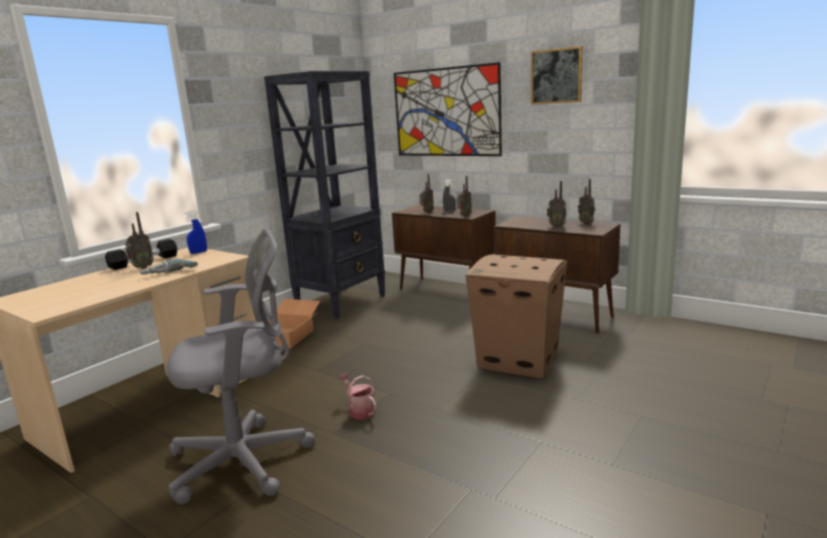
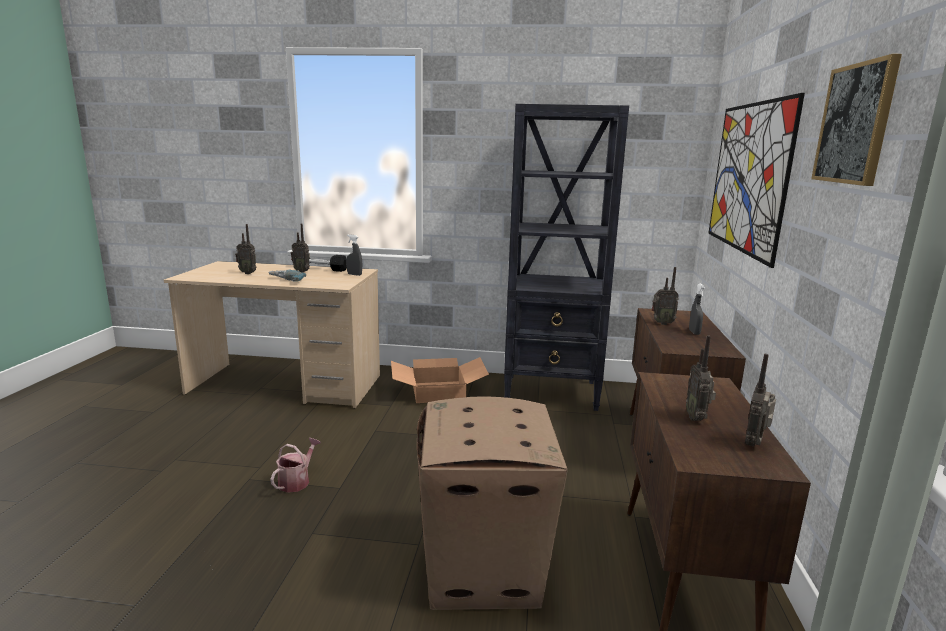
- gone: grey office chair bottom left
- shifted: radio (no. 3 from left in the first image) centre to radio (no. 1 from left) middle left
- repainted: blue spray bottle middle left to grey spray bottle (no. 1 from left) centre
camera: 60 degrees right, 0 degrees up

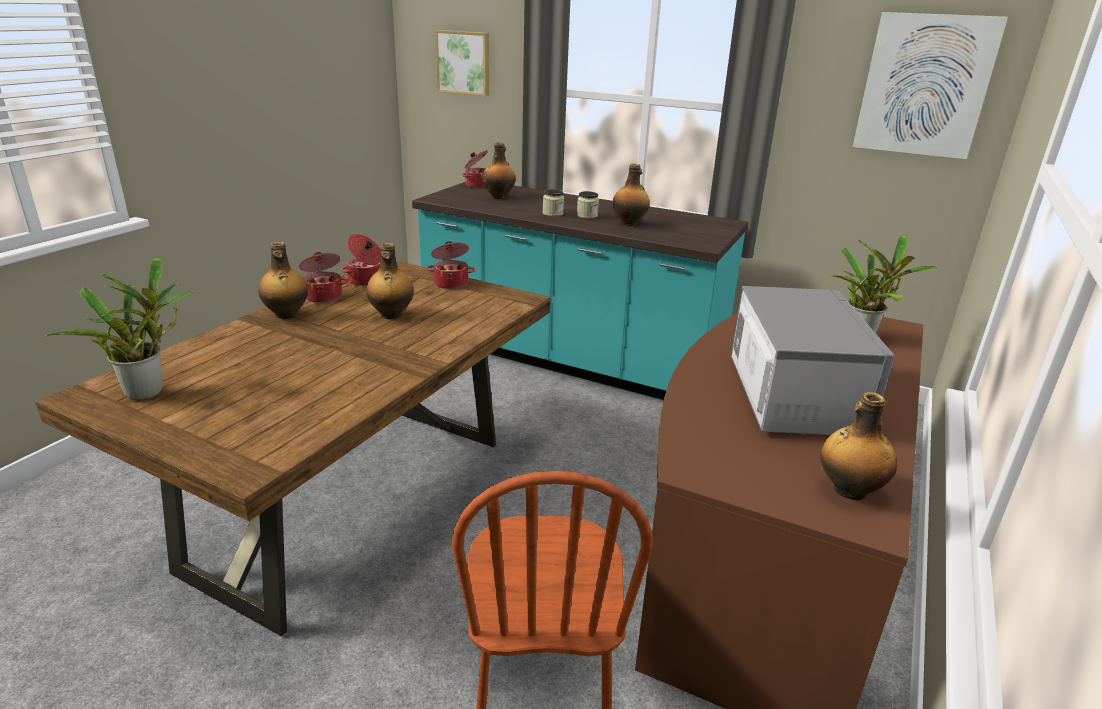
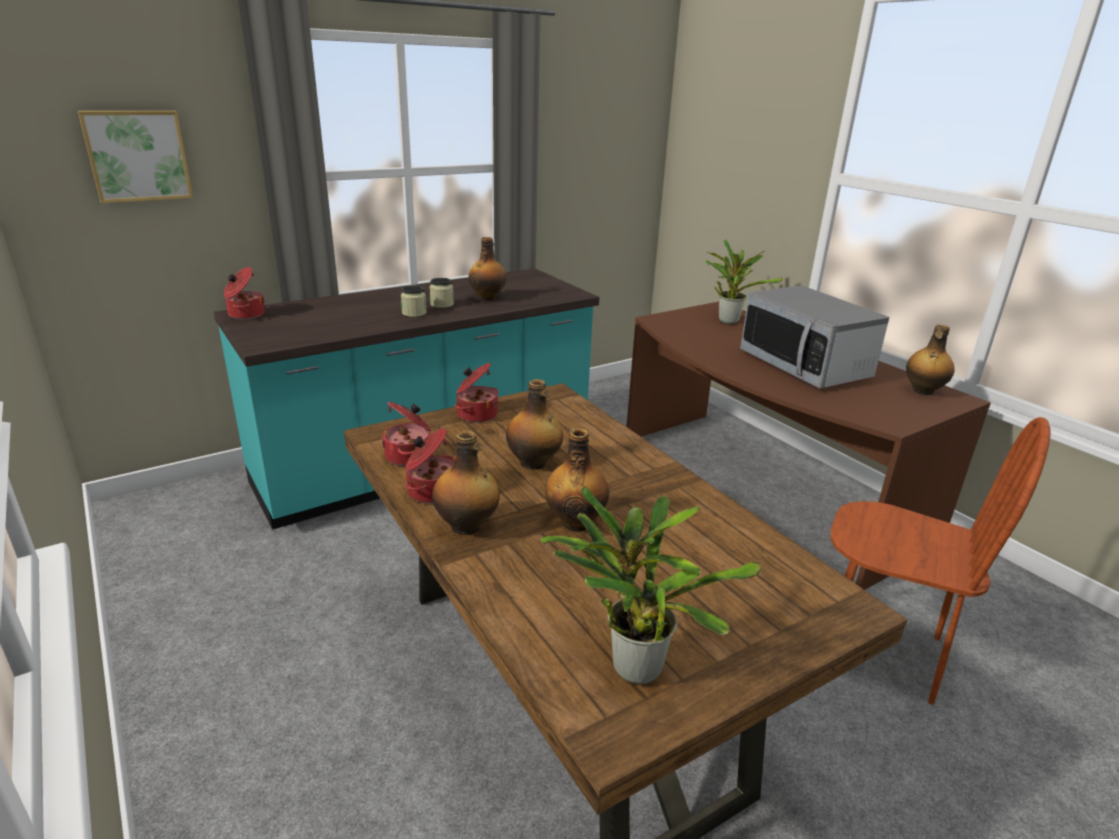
- gone: picture (no. 2 from left) top right
- shifted: bottle (no. 3 from left in the first image) top centre to bottle (no. 4 from left) centre
- rotated: microwave middle right = middle right 150 degrees counterclockwise
camera: 60 degrees left, 0 degrees up

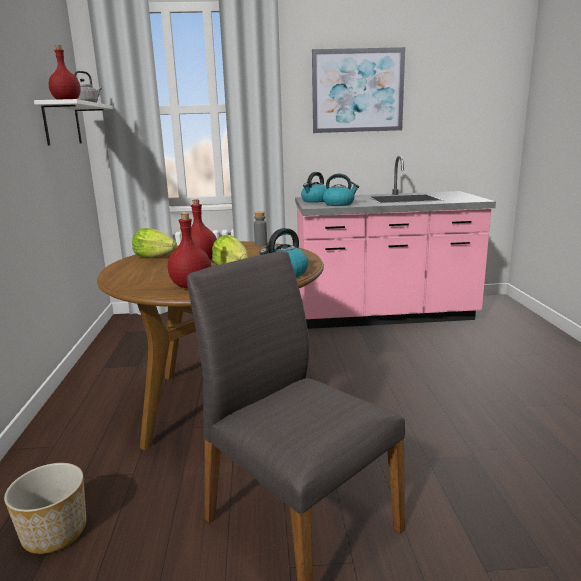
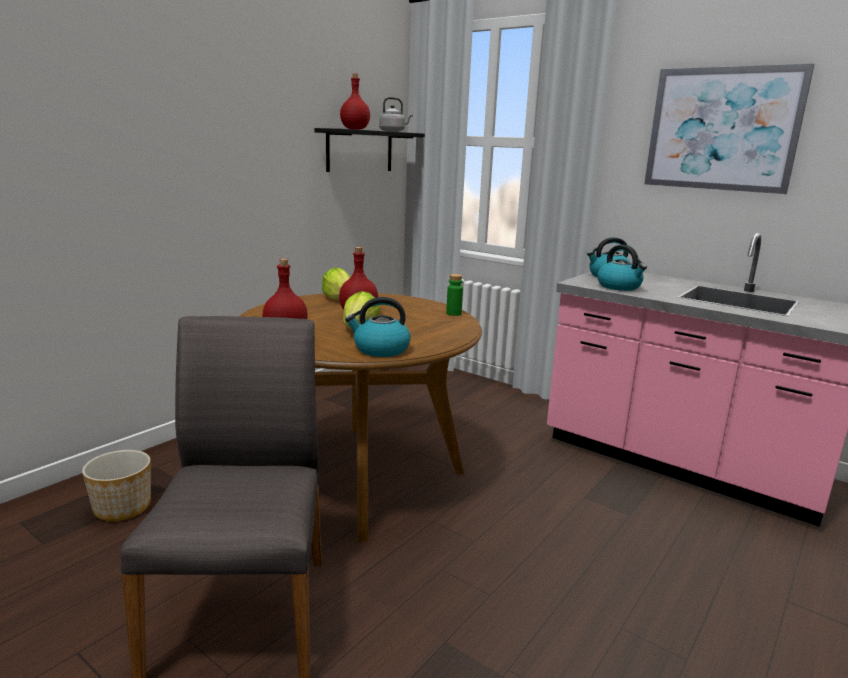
- repainted: white shelf top left to black shelf top centre
- repainted: grey bottle centre to green bottle centre
camera: 40 degrees right, 0 degrees up

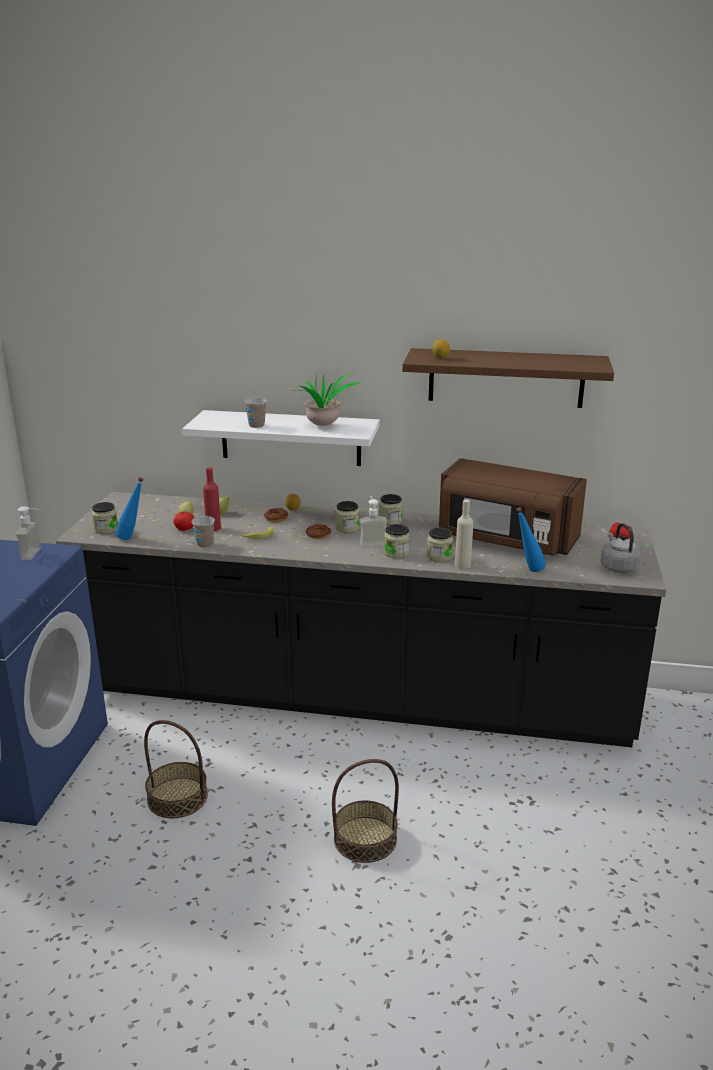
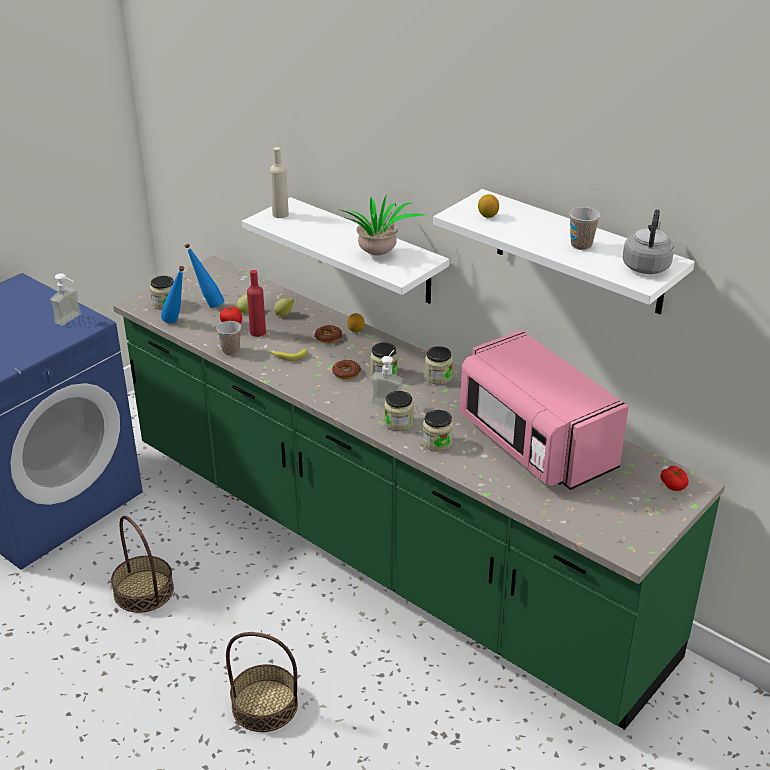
- shifted: cup (no. 2 from left) centre to top right
- shifted: beige bottle centre to top centre
- shifted: blue bottle (no. 2 from left) middle right to middle left
- shifted: grey kettle middle right to top right
- repainted: black counter centre to green counter centre
- repainted: brown shelf middle right to white shelf (no. 2 from left) top right
- repainted: brown microwave middle right to pink microwave middle right
camera: 30 degrees right, 10 degrees up

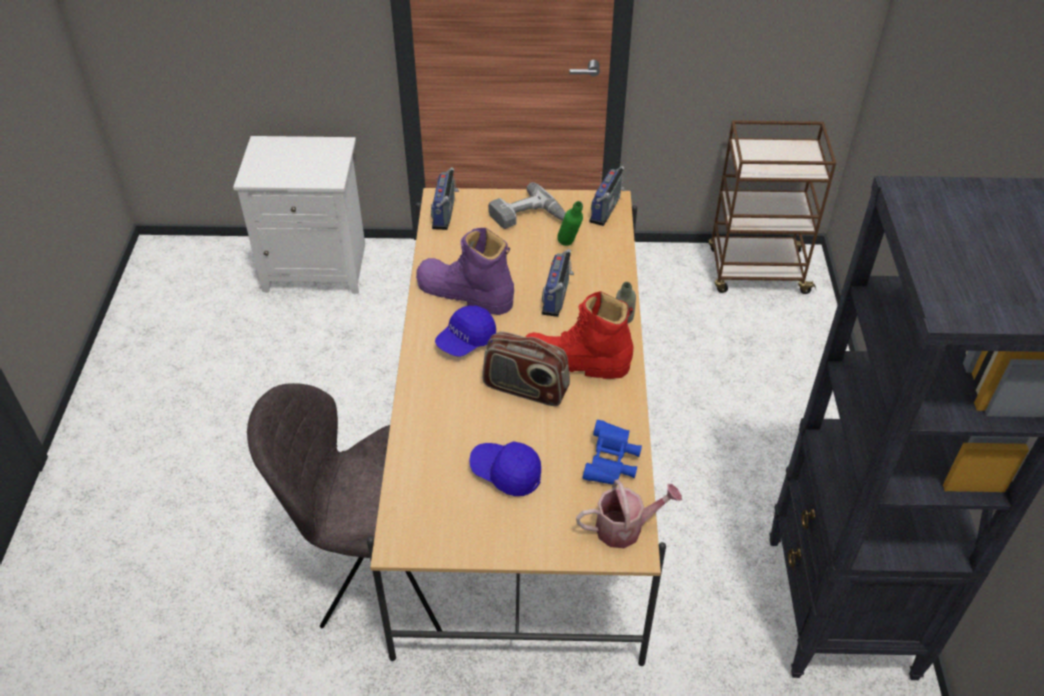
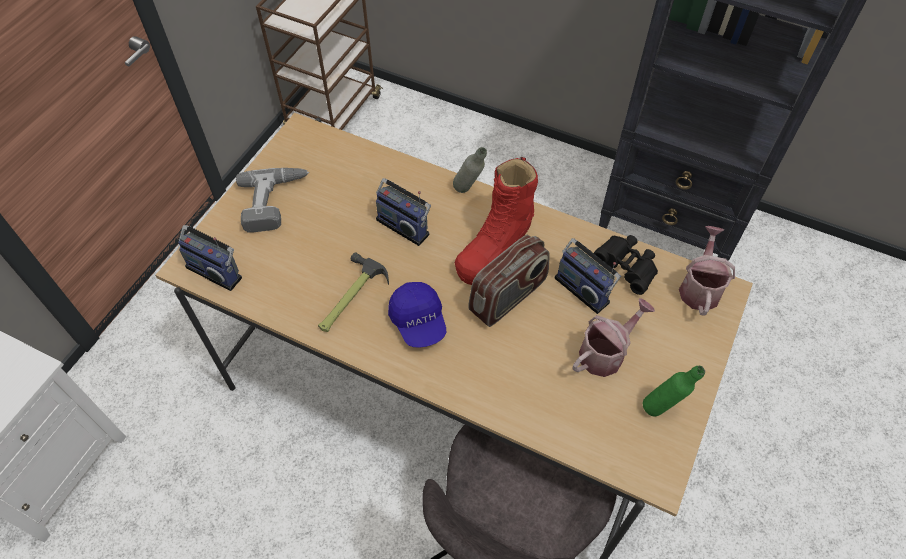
- shifted: green bottle top centre to bottom right
- shifted: radio (no. 4 from left) top centre to centre
- swapped: purple boot centre to hammer centre
- swapped: blue cap (no. 2 from left) bottom centre to watering can (no. 1 from left) middle right
- repainted: blue binoculars centre to black binoculars middle right
camera: 65 degrees left, 10 degrees up

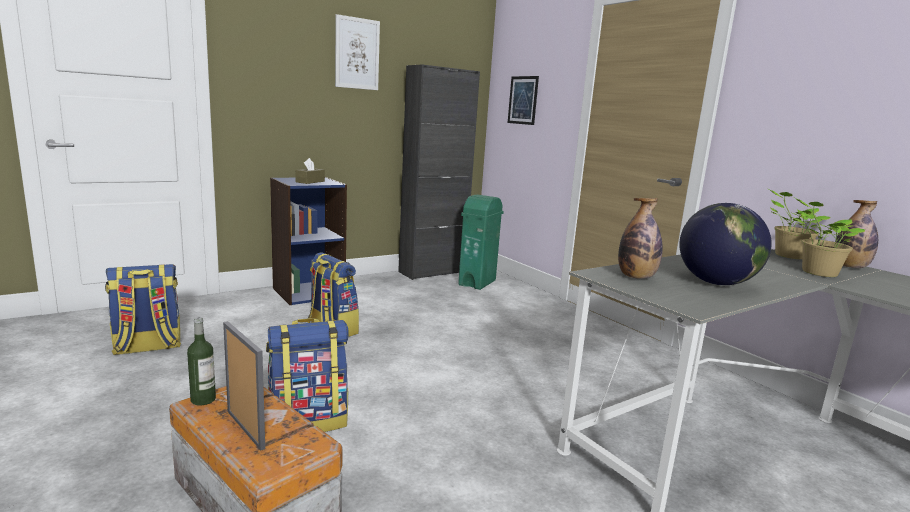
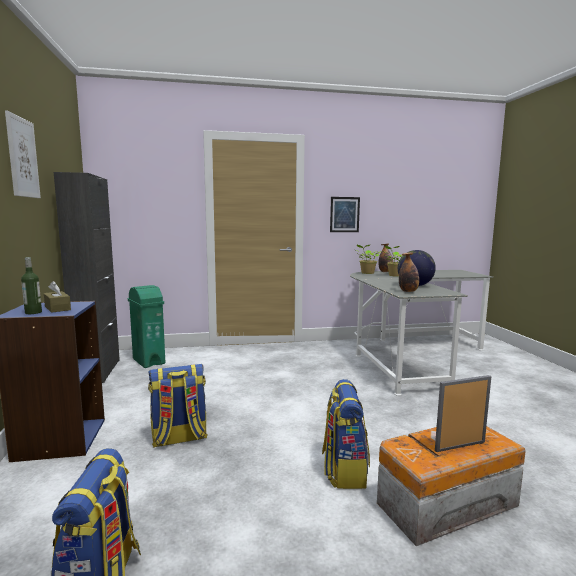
- shifted: bottle (no. 1 from left) bottom left to middle left
- shifted: picture (no. 2 from left) top centre to centre
camera: 65 degrees left, 5 degrees down

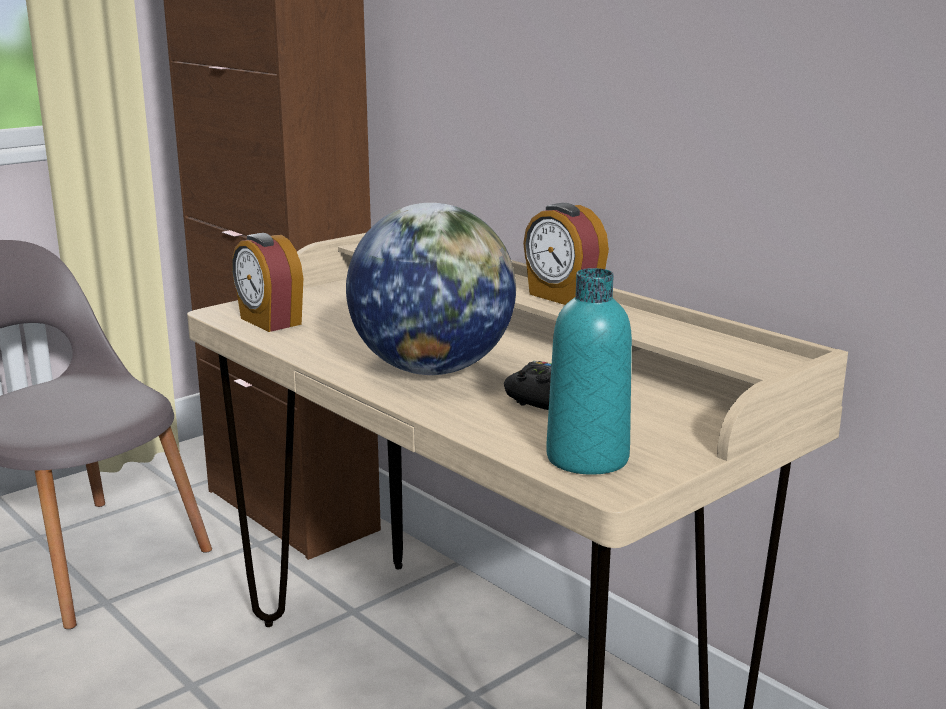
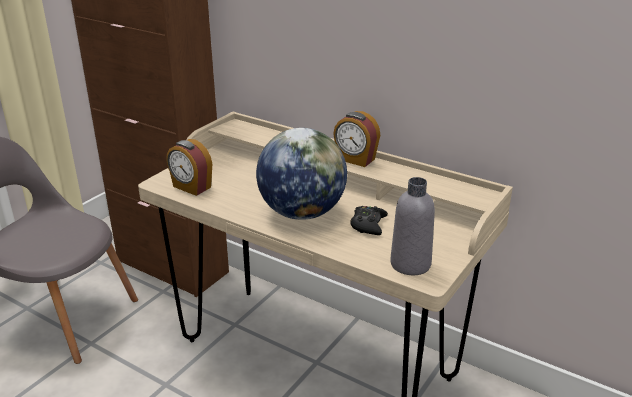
- repainted: turquoise bottle centre to grey bottle centre
camera: 15 degrees left, 10 degrees up

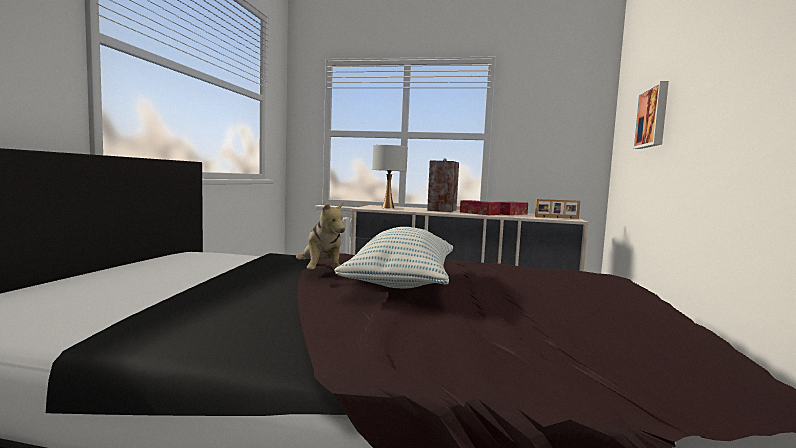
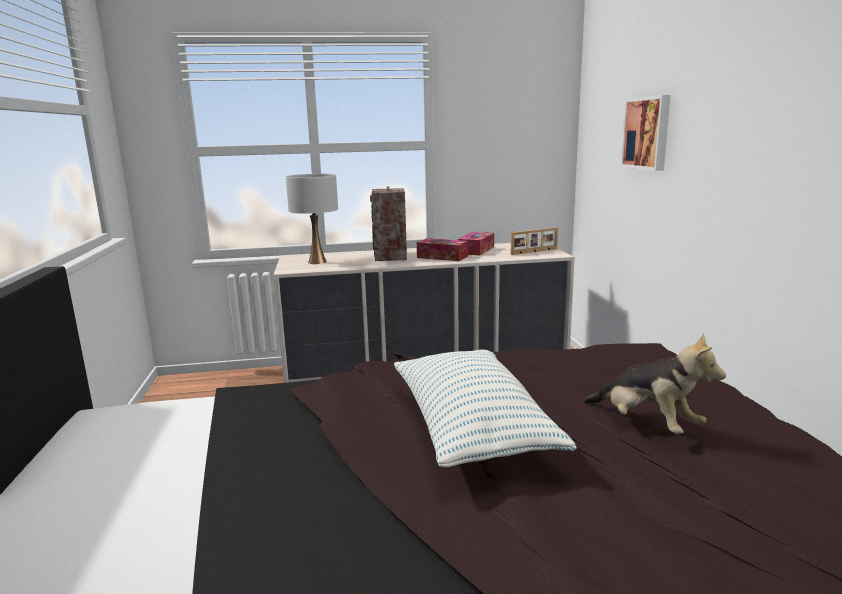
- shifted: plush toy centre to middle right
camera: 20 degrees left, 10 degrees up

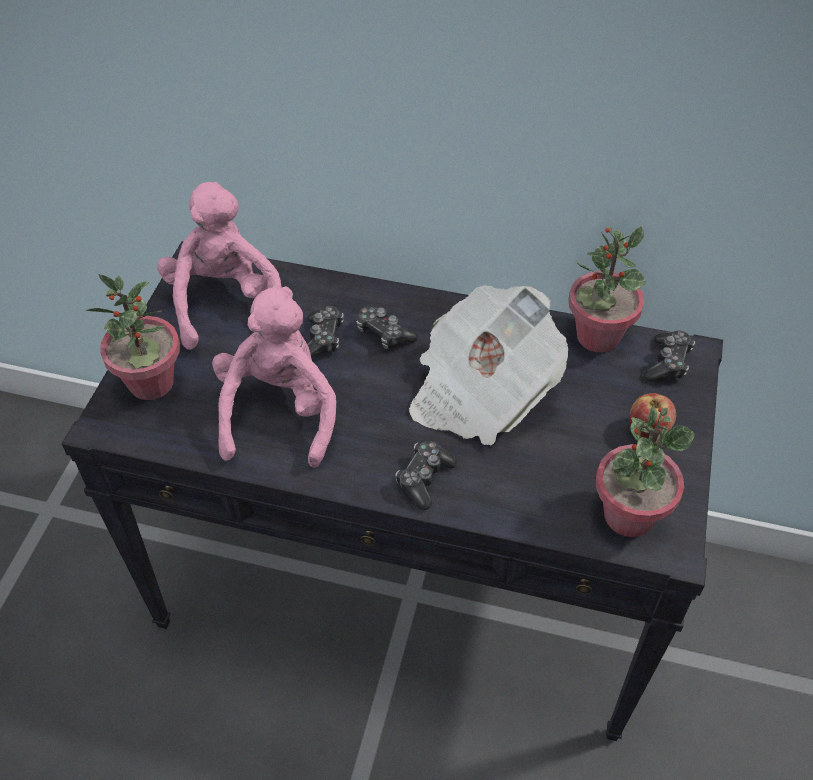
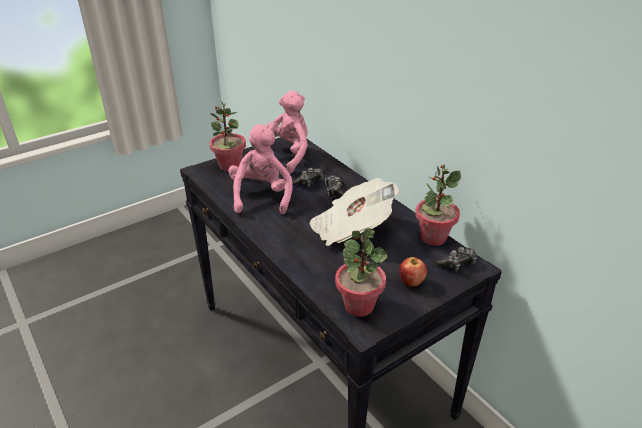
- gone: game controller (no. 3 from left) centre
- rotated: pink plush toy (no. 2 from left in the first image) centre = centre 45 degrees counterclockwise
camera: 40 degrees right, 15 degrees down

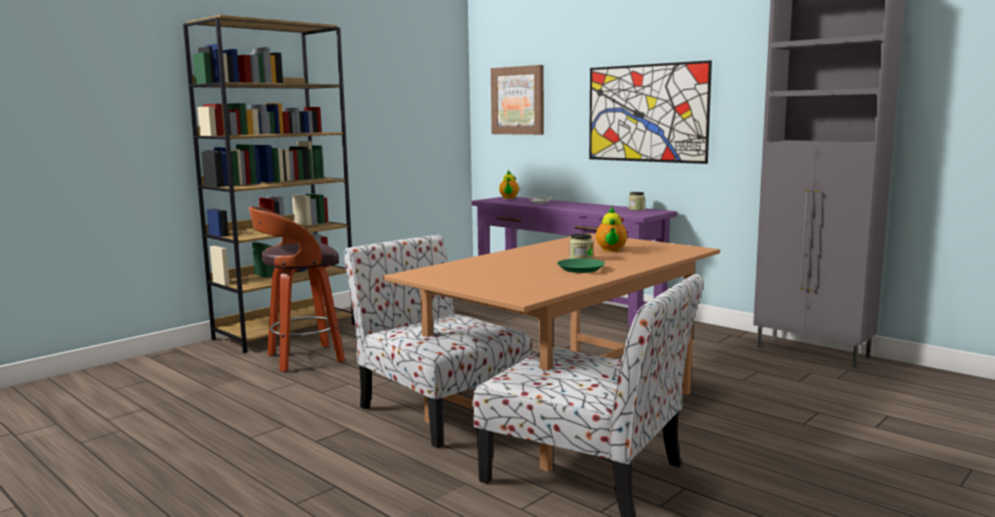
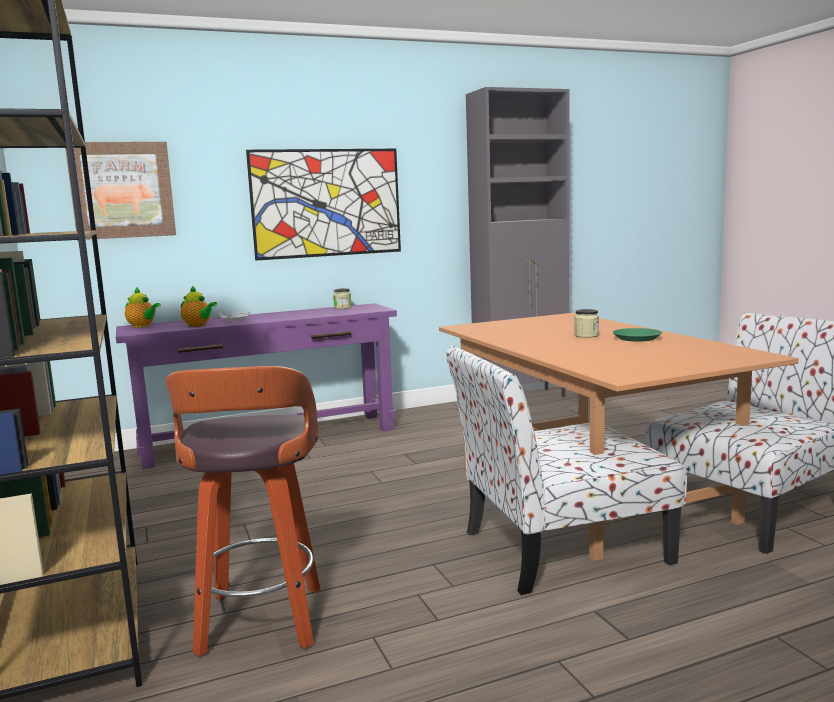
- shifted: teapot (no. 2 from left) centre to middle left
camera: 65 degrees left, 0 degrees up

